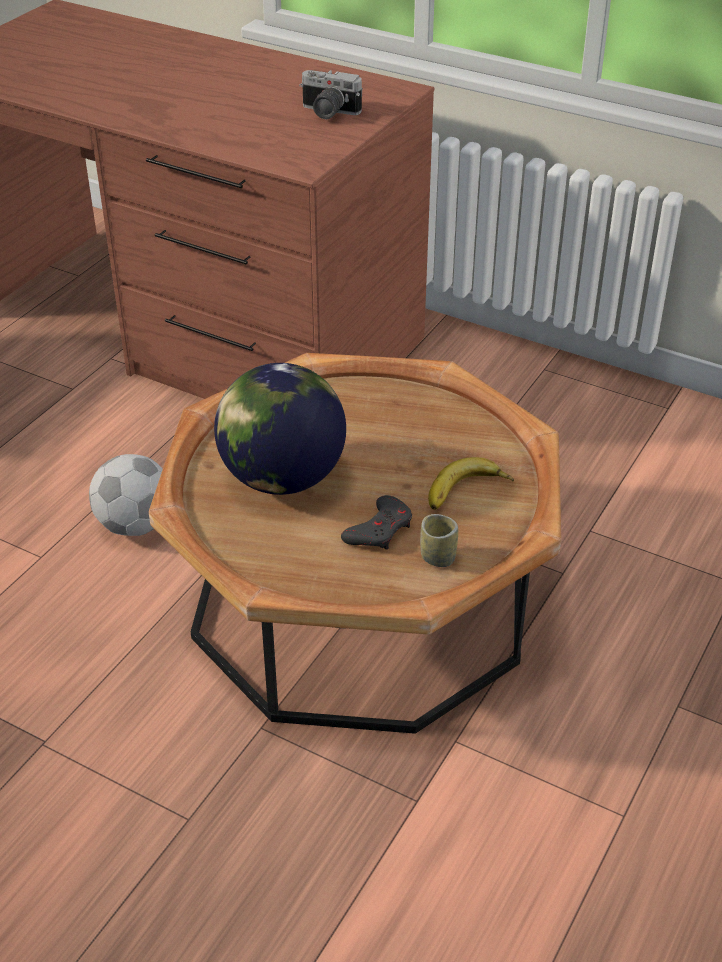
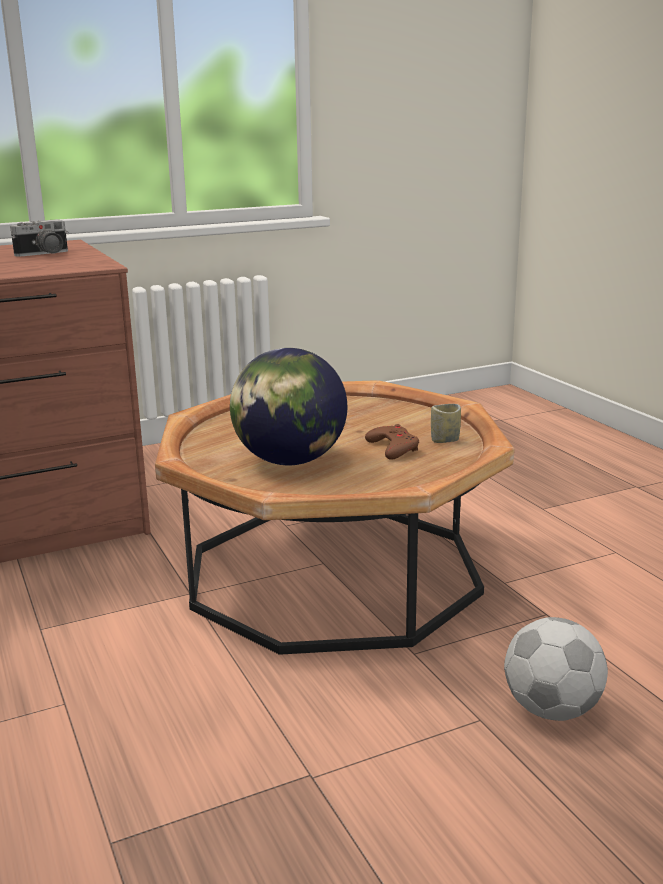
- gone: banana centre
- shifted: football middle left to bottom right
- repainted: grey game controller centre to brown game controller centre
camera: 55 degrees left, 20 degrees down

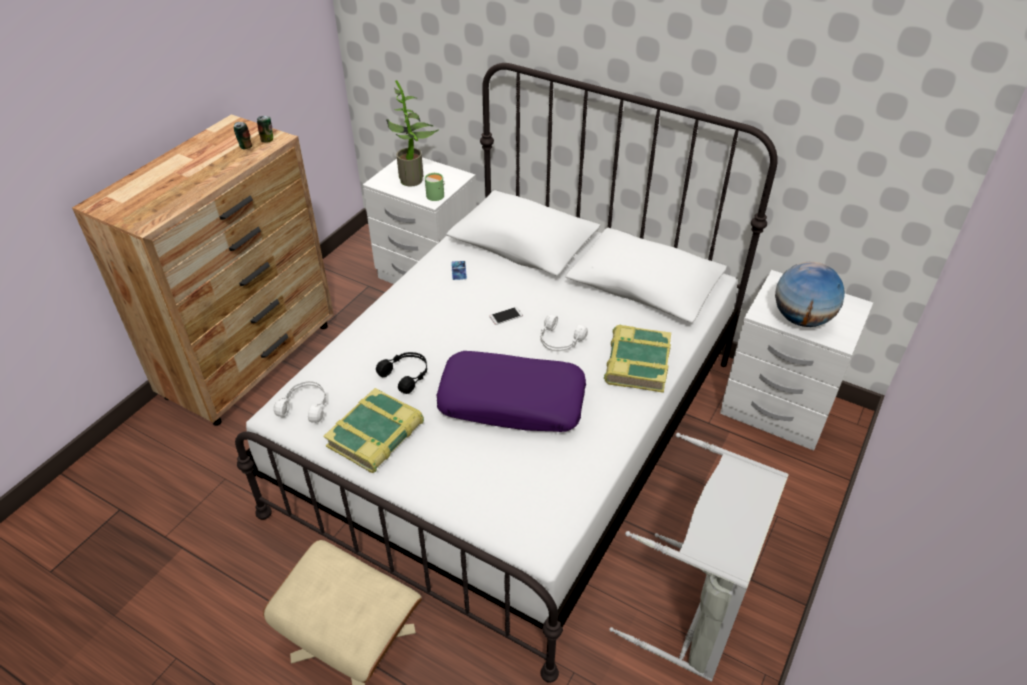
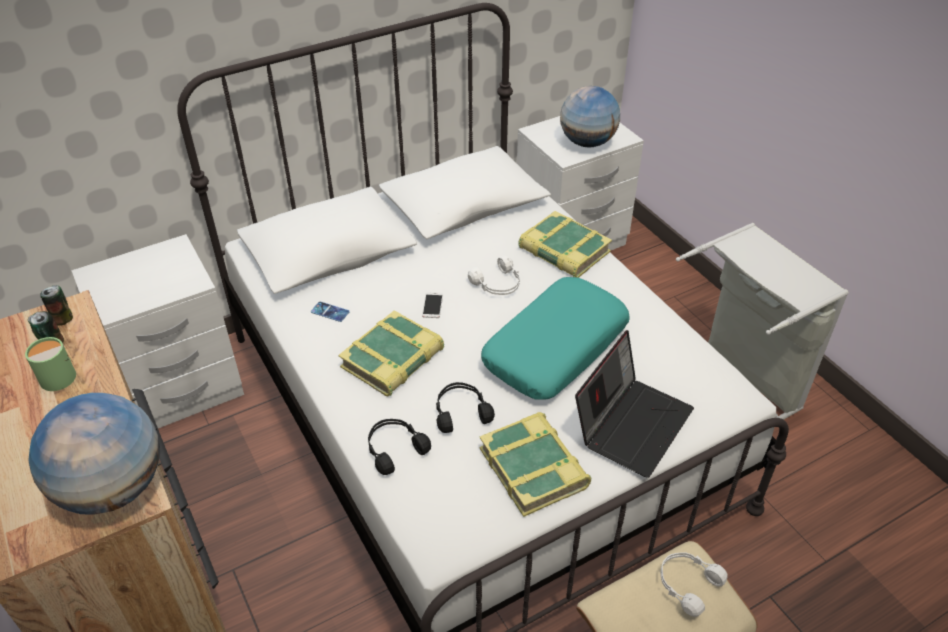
- gone: potted plant top centre
- new: globe (no. 1 from left) bottom left
- new: book (no. 1 from left) centre
- new: black headphones (no. 1 from left) bottom centre
- new: laptop middle right
- shifted: white headphones (no. 1 from left in the first image) middle left to white headphones (no. 2 from left) bottom right
- shifted: green mug top centre to middle left
- repainted: purple pillow centre to turquoise pillow centre
camera: 60 degrees left, 0 degrees up

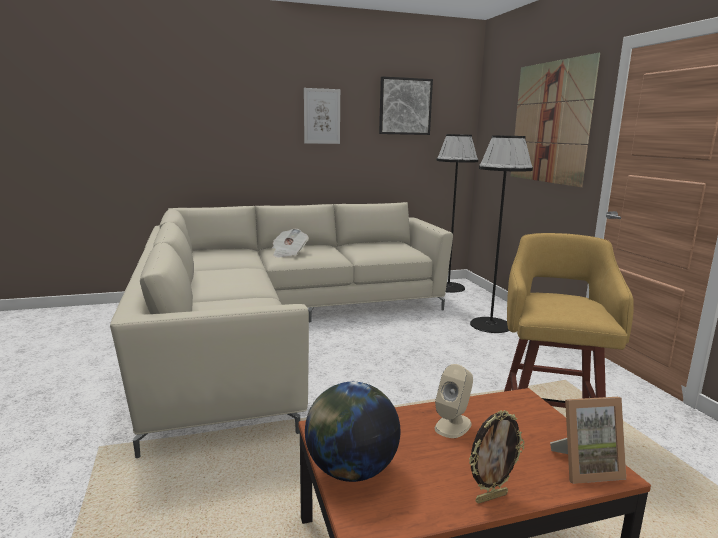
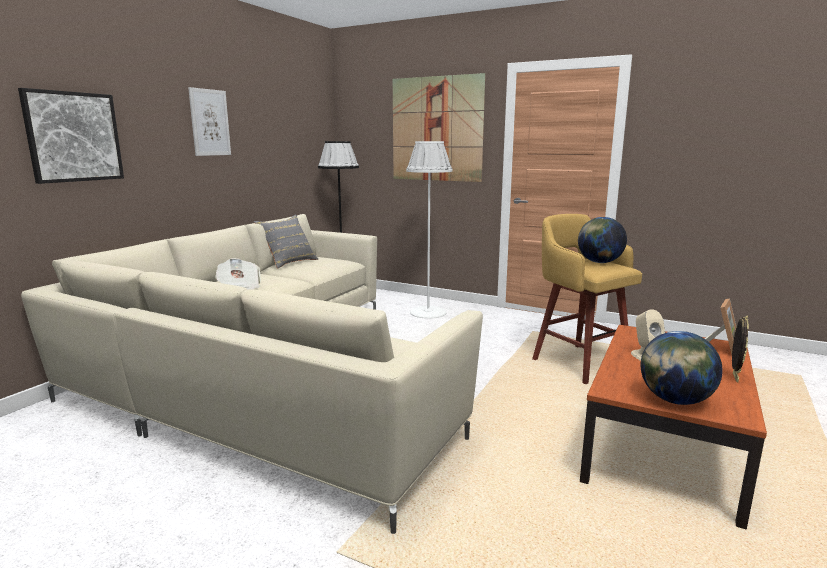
- new: grey pillow centre
- new: globe (no. 1 from left) middle right
- shifted: picture (no. 2 from left in the first image) top centre to picture (no. 1 from left) top left
- repainted: black floor lamp (no. 2 from left) middle right to white floor lamp centre
camera: 45 degrees left, 0 degrees up

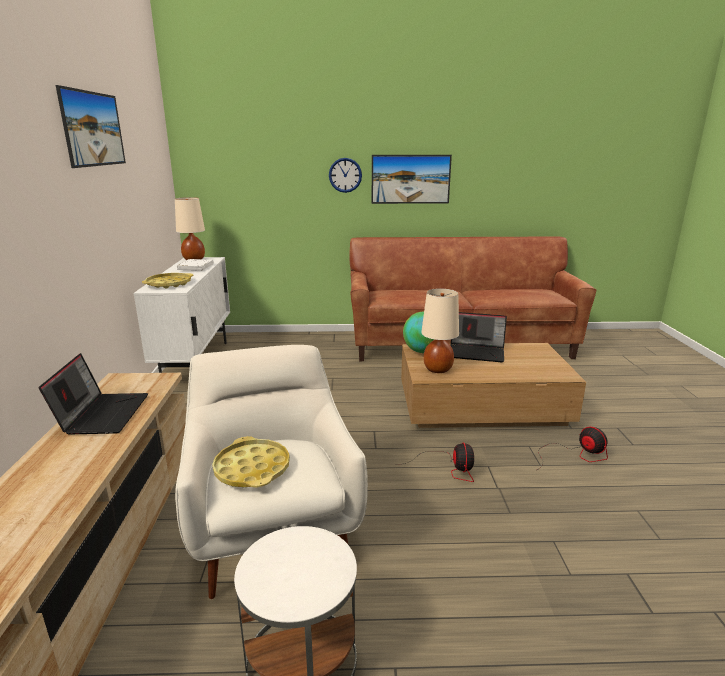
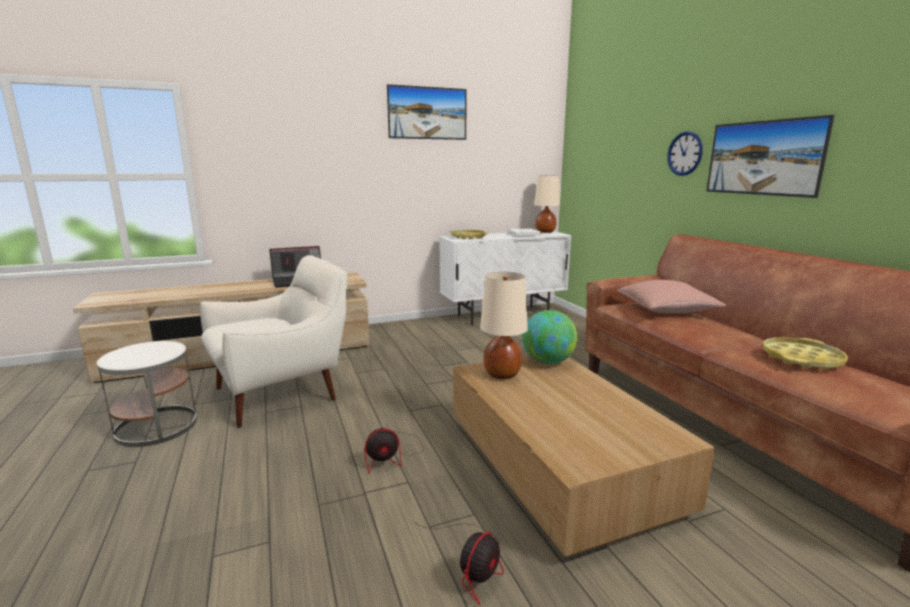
- gone: laptop (no. 2 from left) centre
- new: pink pillow middle right
- shifted: yellow tray (no. 2 from left) bottom centre to middle right
camera: 70 degrees right, 5 degrees down

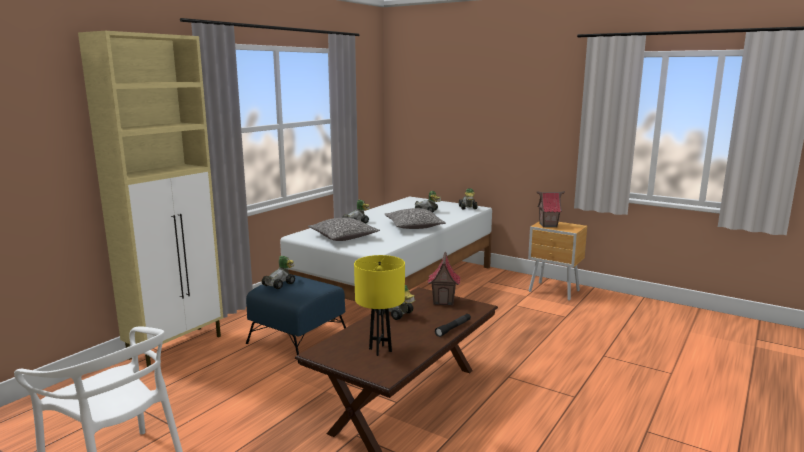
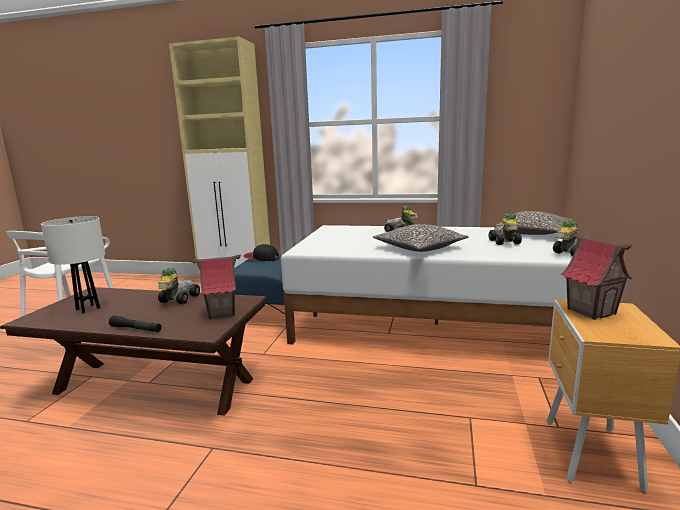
- shifted: pillow (no. 1 from left in the first image) centre to pillow (no. 2 from left) middle right
- swapped: toy car (no. 1 from left) centre to cap centre
- repainted: yellow table lamp bottom centre to white table lamp middle left
camera: 70 degrees right, 0 degrees up

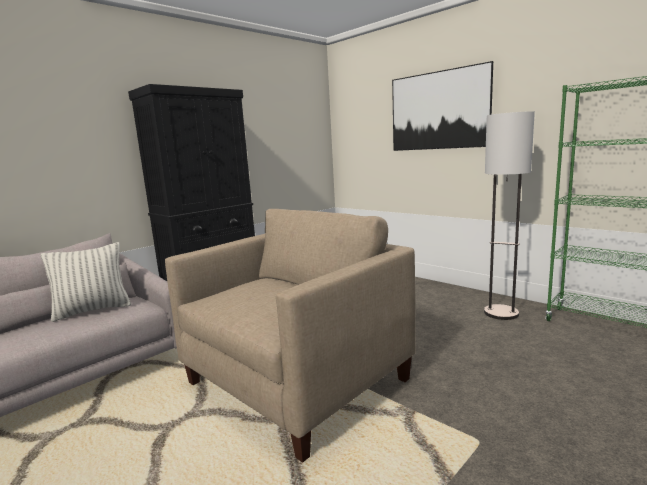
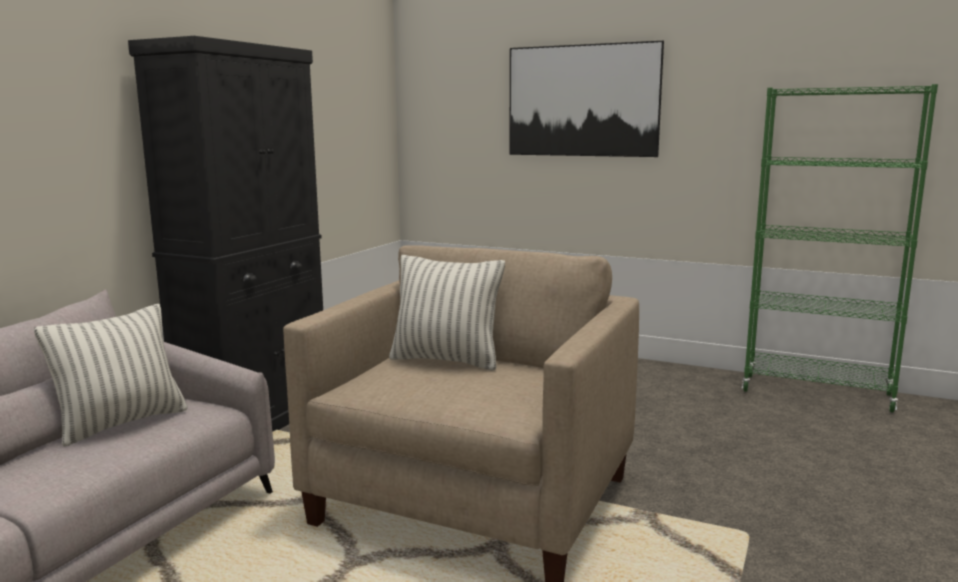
- gone: floor lamp middle right
- new: pillow (no. 2 from left) centre
camera: 20 degrees left, 0 degrees up

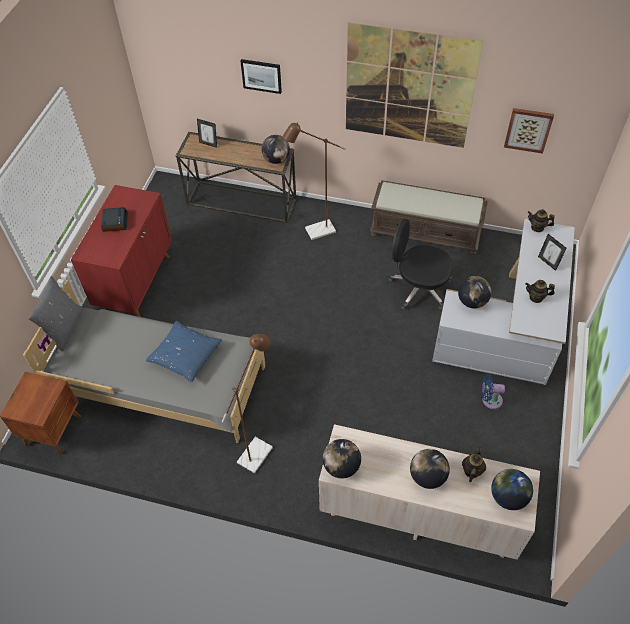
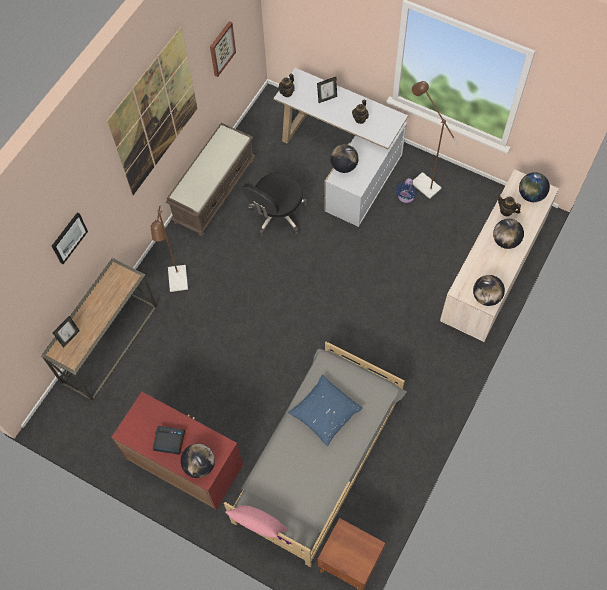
- shifted: brown floor lamp (no. 1 from left in the first image) centre to brown floor lamp (no. 2 from left) top right
- shifted: globe (no. 1 from left) top centre to bottom left
- repainted: grey pillow middle left to pink pillow bottom centre
camera: 75 degrees left, 10 degrees up

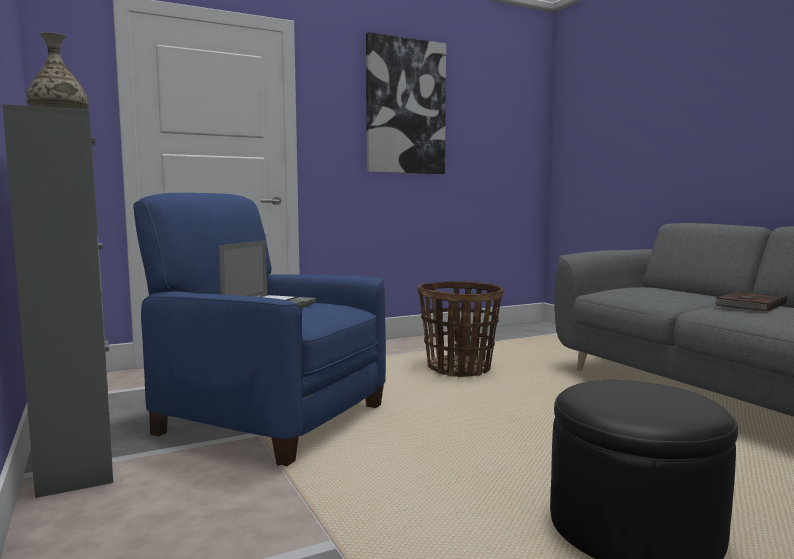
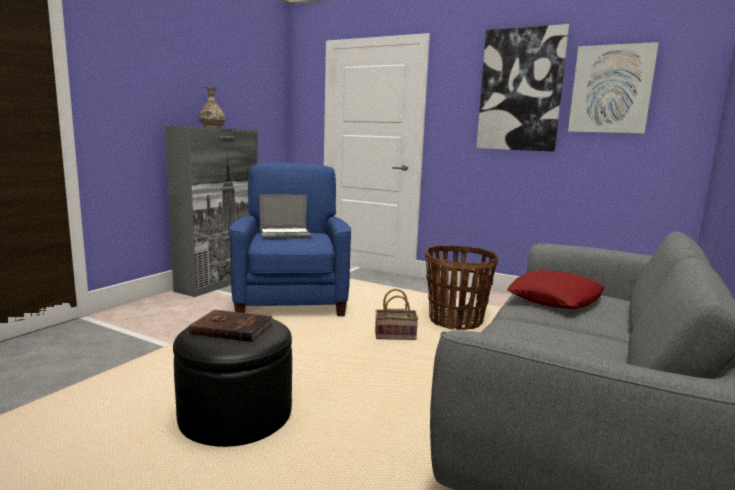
- new: basket (no. 1 from left) centre
- new: red pillow middle right
- new: picture (no. 2 from left) top right
- shifted: brown book middle right to middle left
camera: 55 degrees right, 5 degrees up

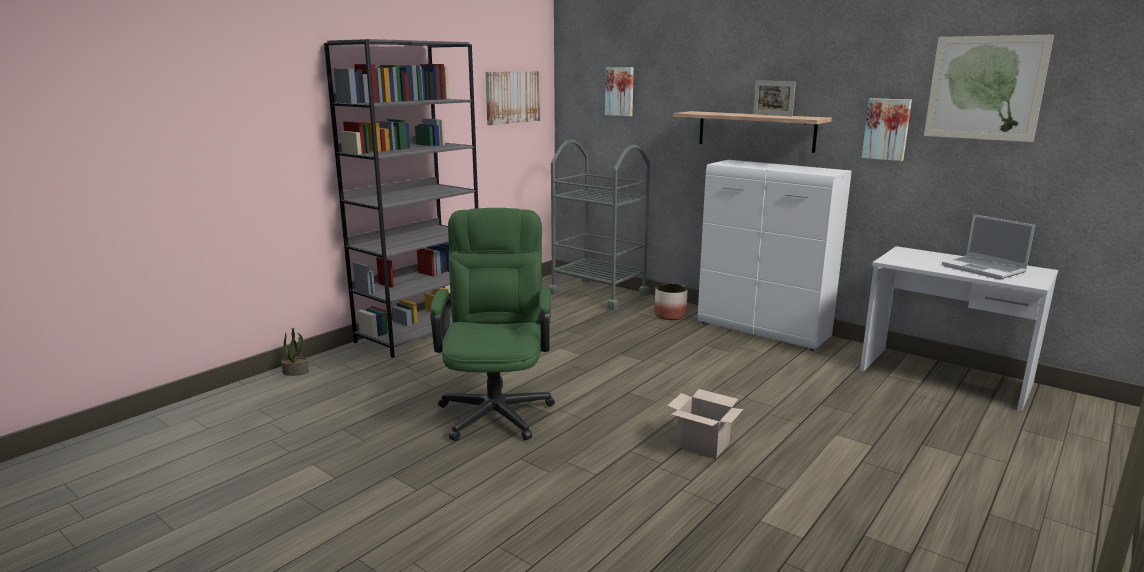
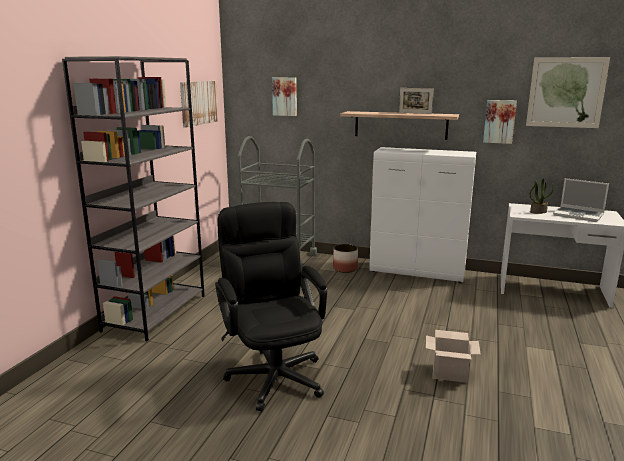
- shifted: potted plant middle left to middle right
- repainted: green office chair centre to black office chair centre
camera: 20 degrees left, 0 degrees up

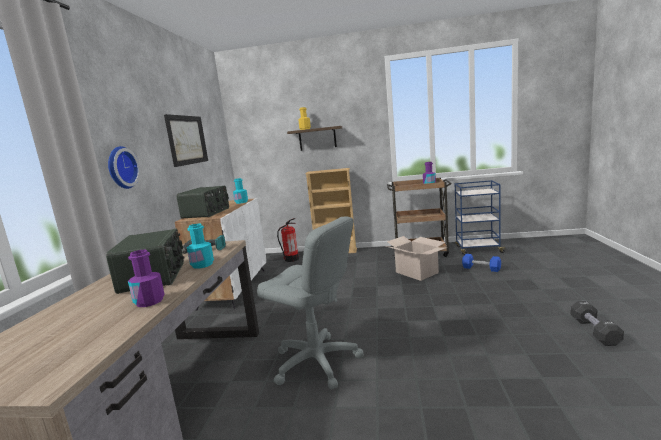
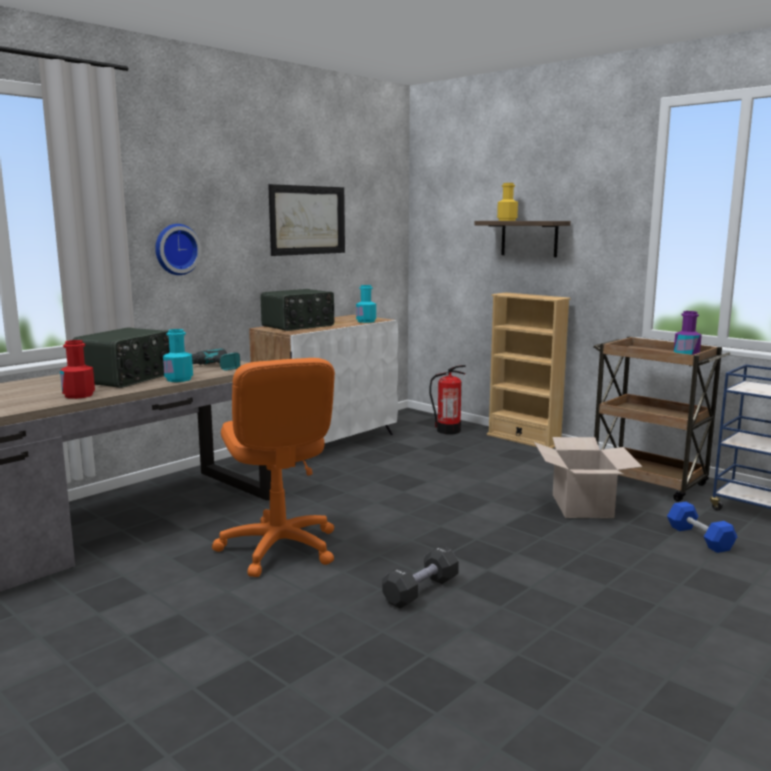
- shifted: black dumbbell bottom right to bottom centre
- repainted: purple bottle (no. 1 from left) middle left to red bottle middle left
- repainted: grey office chair bottom centre to orange office chair centre
camera: 35 degrees right, 0 degrees up

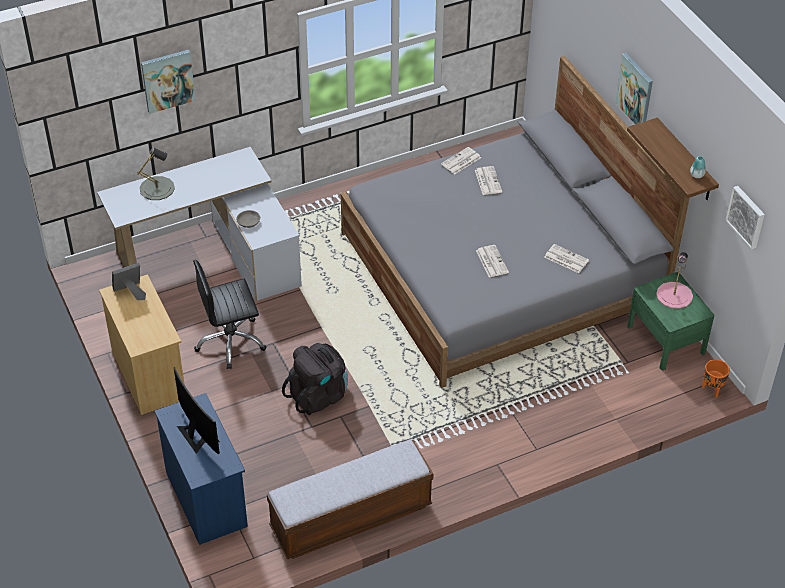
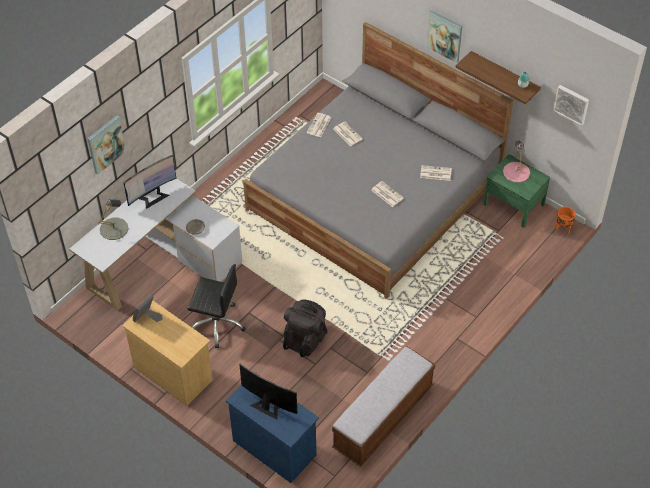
- new: monitor (no. 1 from left) middle left
- rotated: black office chair middle left = centre 120 degrees counterclockwise
camera: 25 degrees left, 5 degrees up

